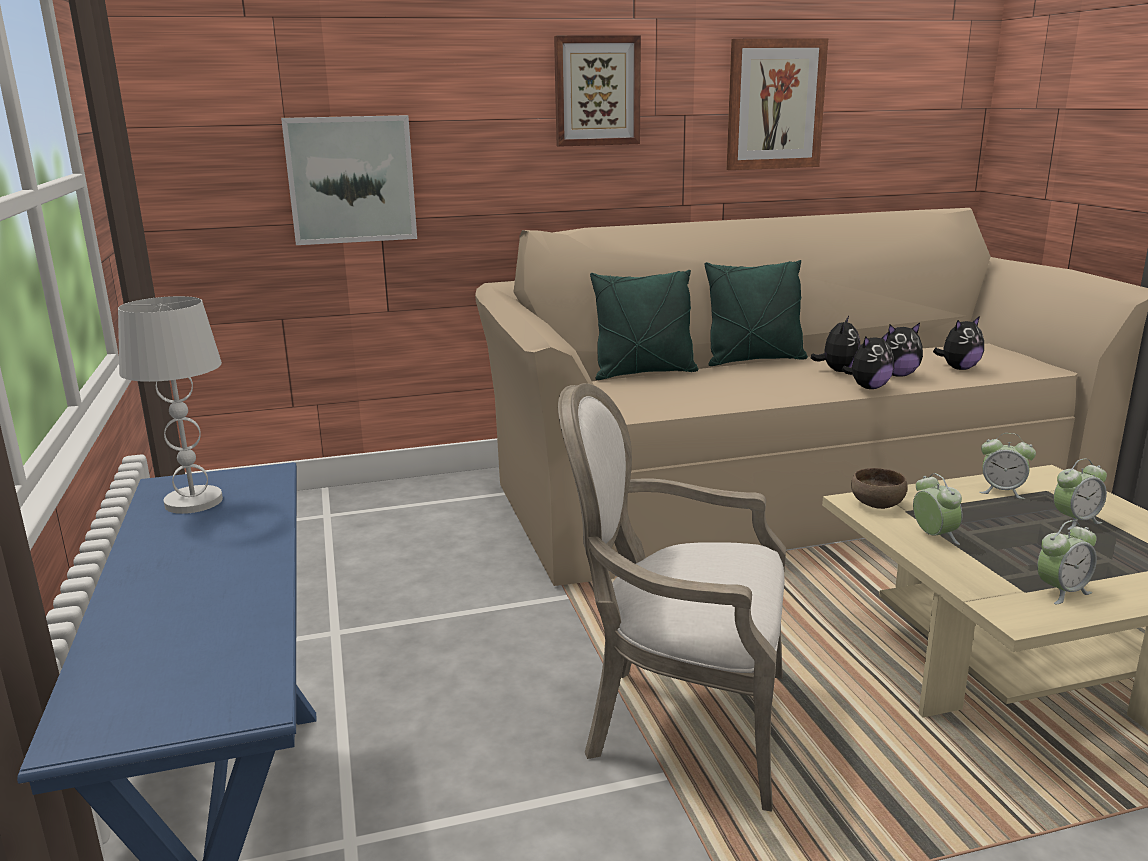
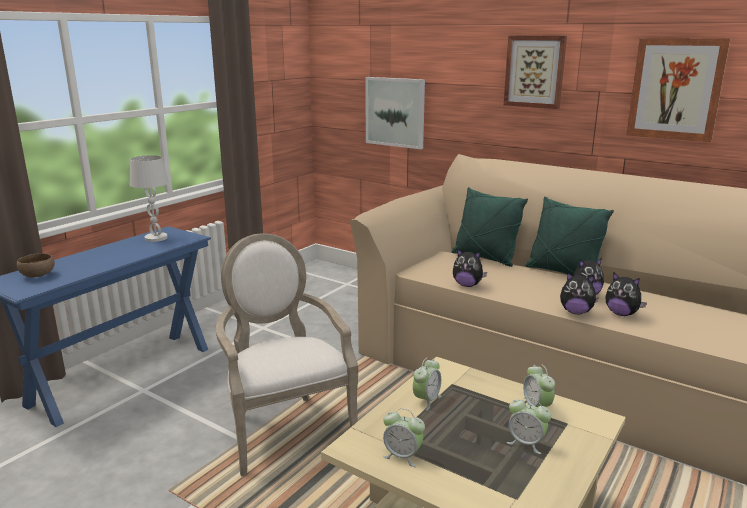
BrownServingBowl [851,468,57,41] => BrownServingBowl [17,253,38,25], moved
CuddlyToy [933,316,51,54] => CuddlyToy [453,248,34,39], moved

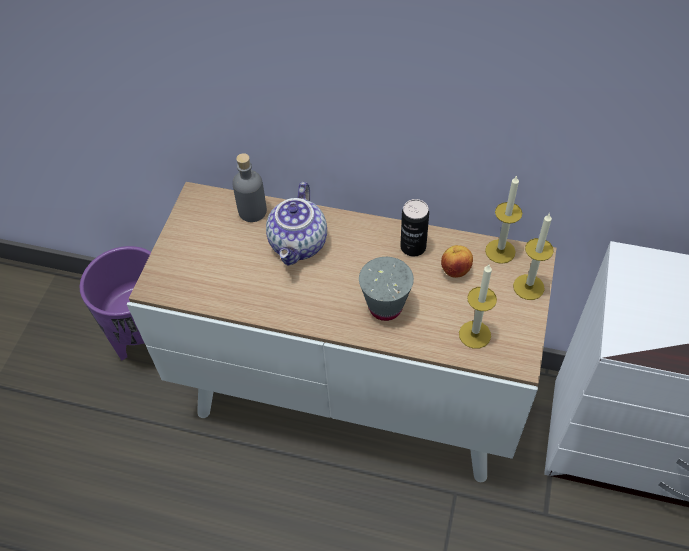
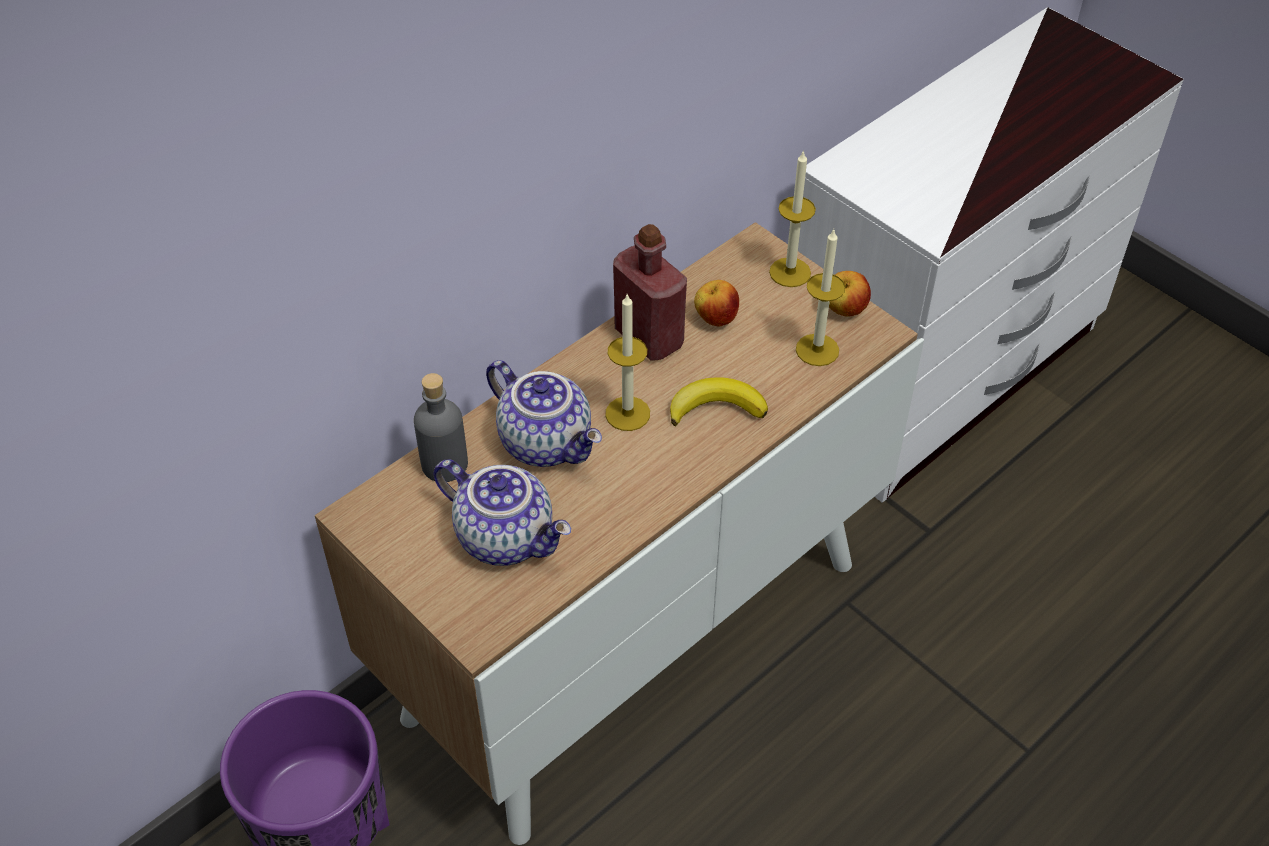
nothing => TeaPot [433,459,138,107]
WaxLight [485,175,37,89] => WaxLight [605,294,45,137], moved
Can [400,199,29,58] => RedColouredDrinkBottle [613,224,74,137]
GreySmallCup [359,257,55,64] => Banana [670,377,98,49]
nothing => WholeApple [829,271,42,46]

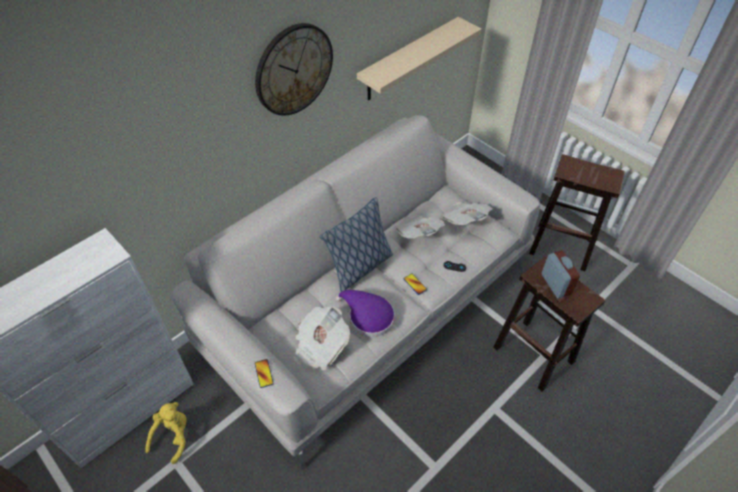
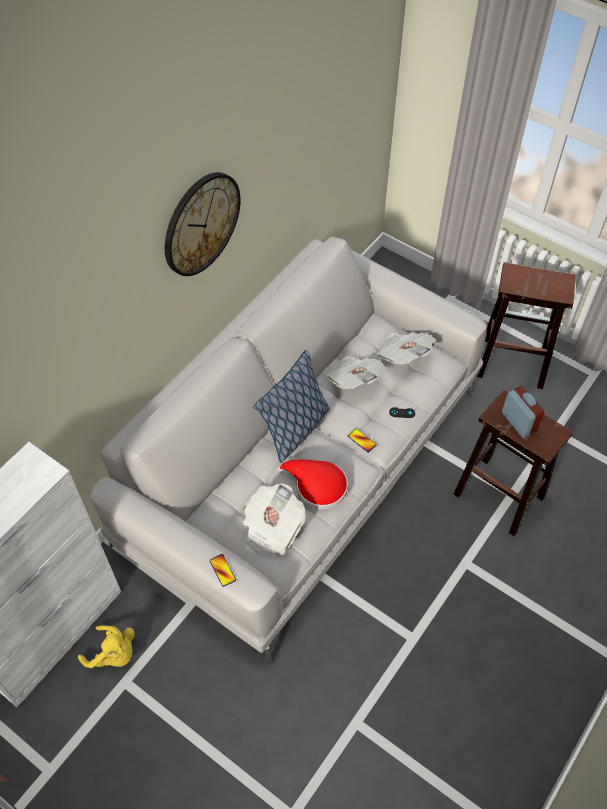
YellowCuddlyToy [145,402,42,62] => YellowCuddlyToy [78,625,57,43], 105 degrees clockwise
PurpleWearableHat [336,290,59,47] => RedColouredWearableHat [276,460,72,50]
BeigeWallShelf [357,17,125,84] => nothing

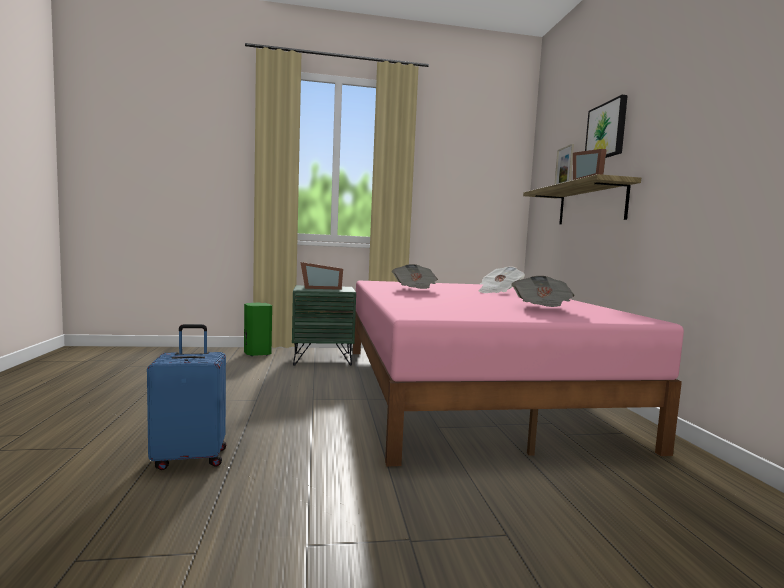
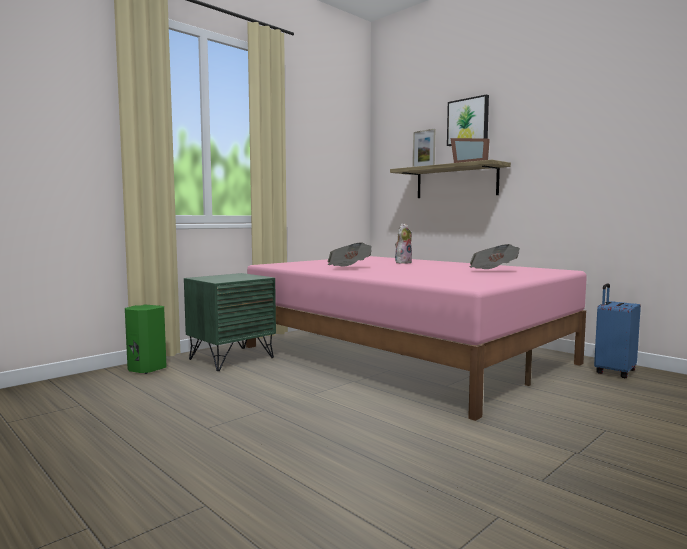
Newspaper [479,266,46,27] => CuddlyToy [395,224,17,40]
BlueSuitcase [147,324,79,146] => BlueSuitcase [594,283,47,95], moved
StandingFrame [301,262,42,28] => nothing

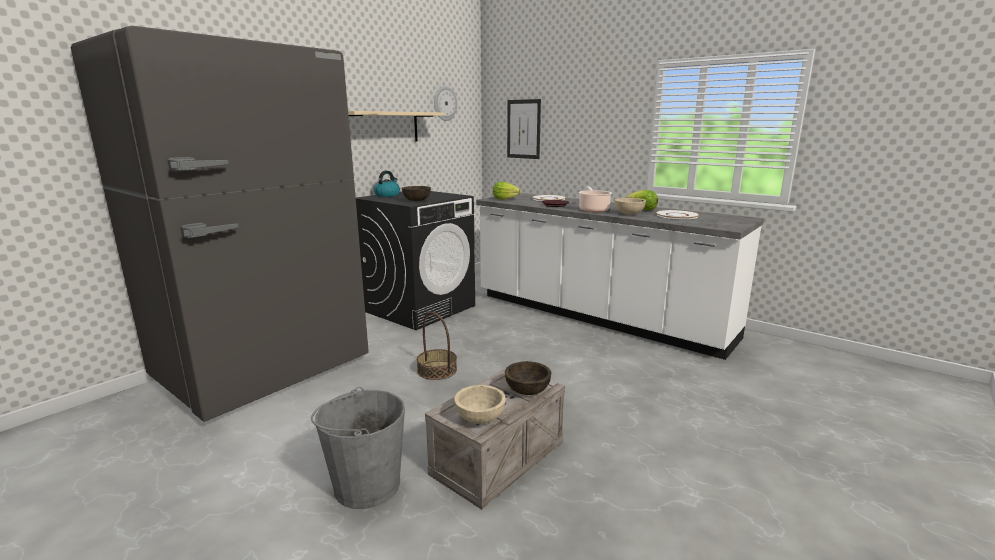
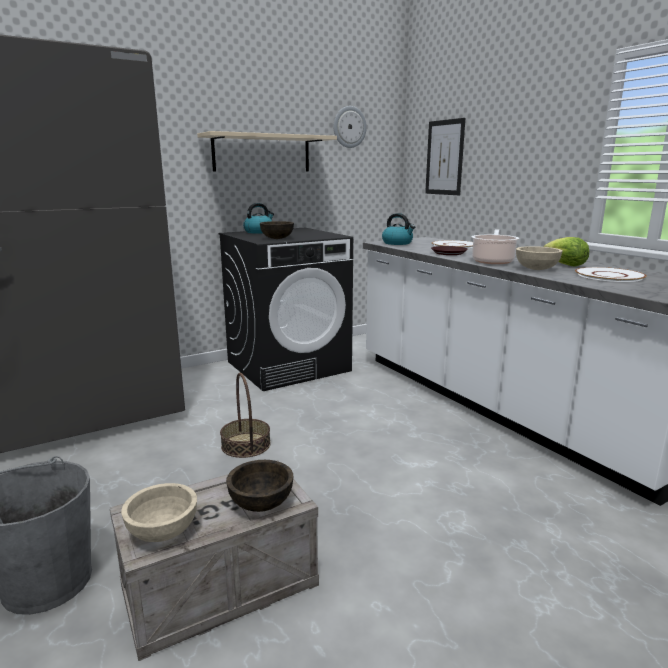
HeadOfLettuce [493,182,28,18] => Kettle [382,213,33,32]

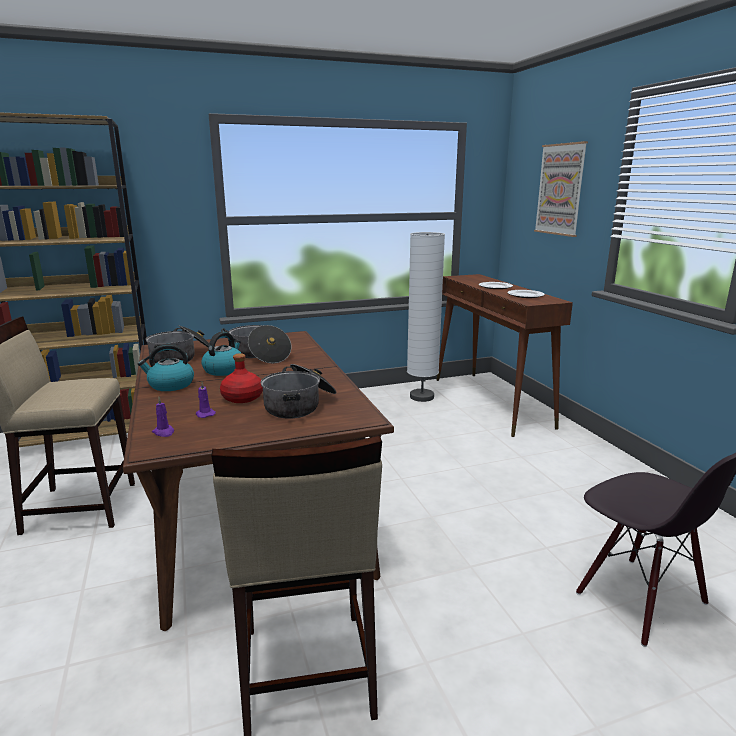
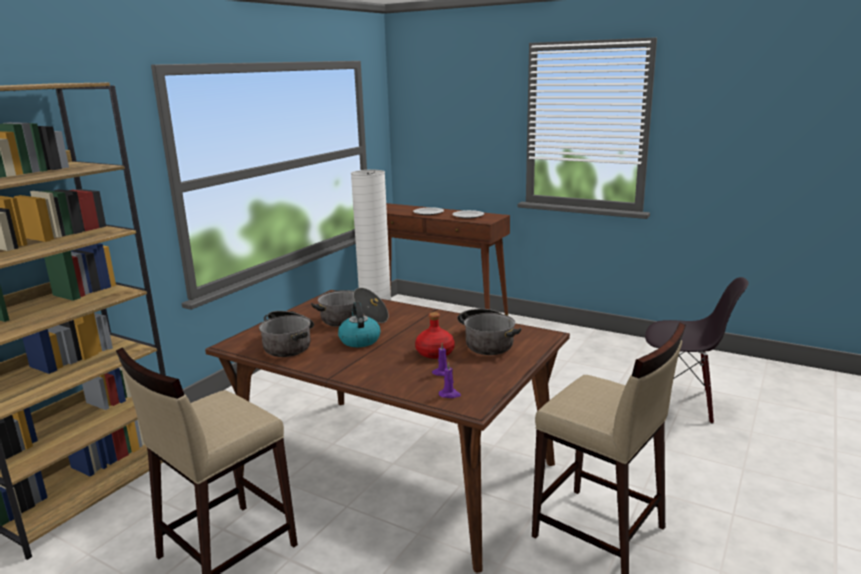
Kettle [138,344,56,47] => nothing
WallArt [534,141,54,96] => nothing

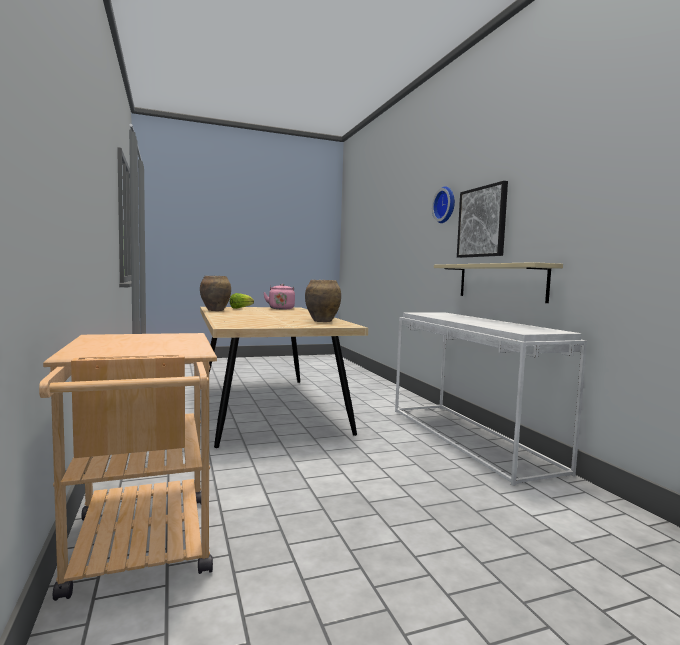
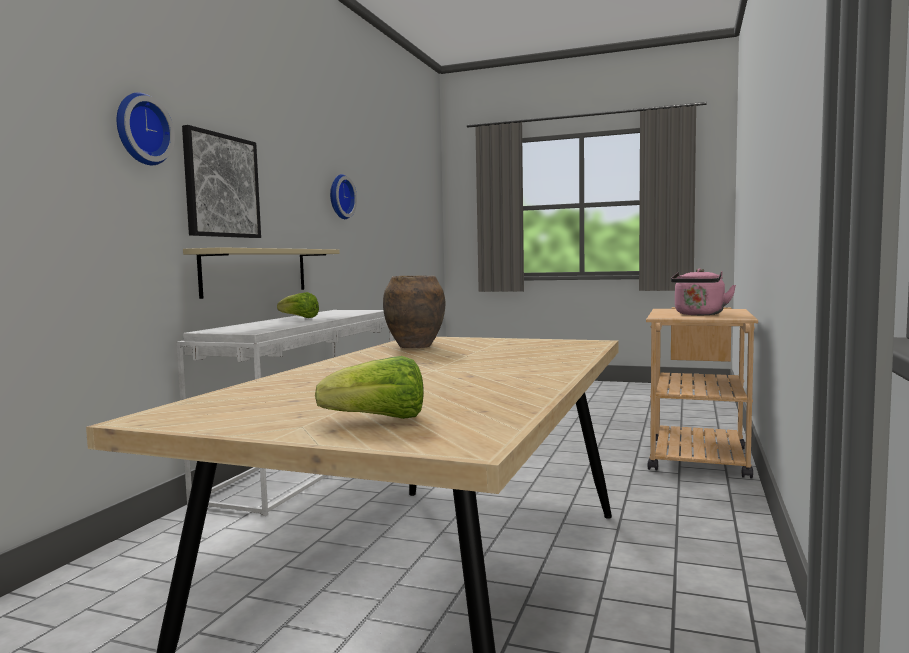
nothing => HeadOfLettuce [277,292,42,26]
nothing => ClockOnTheWall [330,174,27,45]
PinkColouredKettle [263,284,32,25] => PinkColouredKettle [671,268,65,47], moved
BrownDecorativeVase [200,276,31,35] => nothing

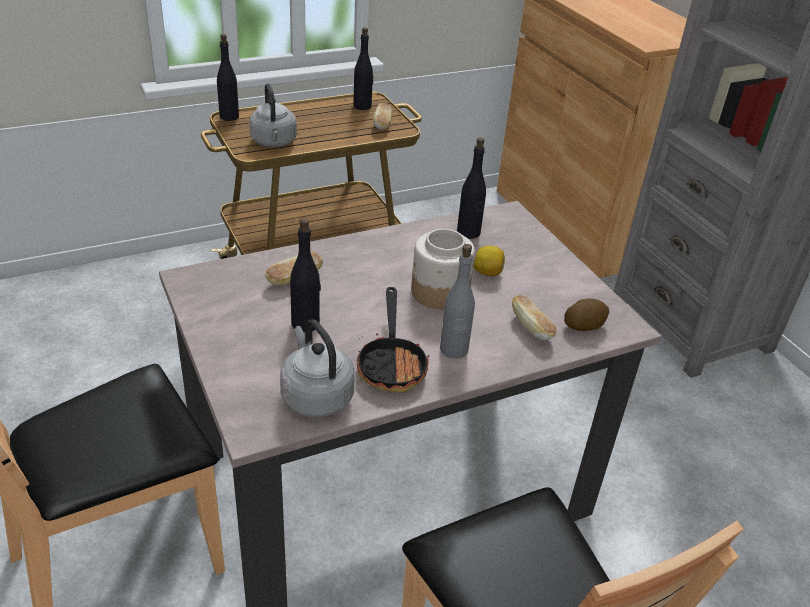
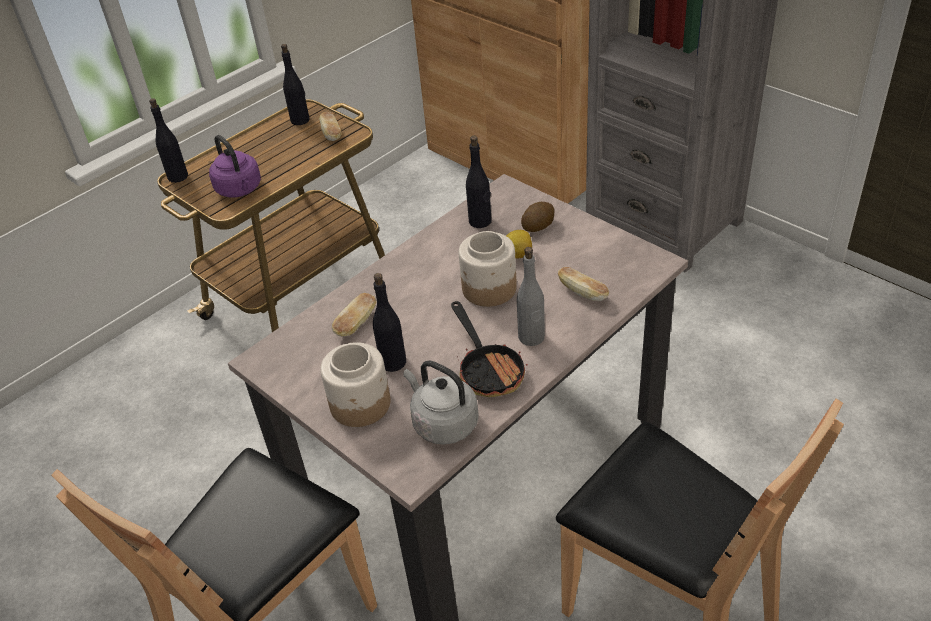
GreyKettle [249,83,48,64] => PurpleKettle [209,135,52,62]
nothing => StorageJar [320,342,71,85]
Spud [564,298,45,33] => Spud [521,202,33,30], moved

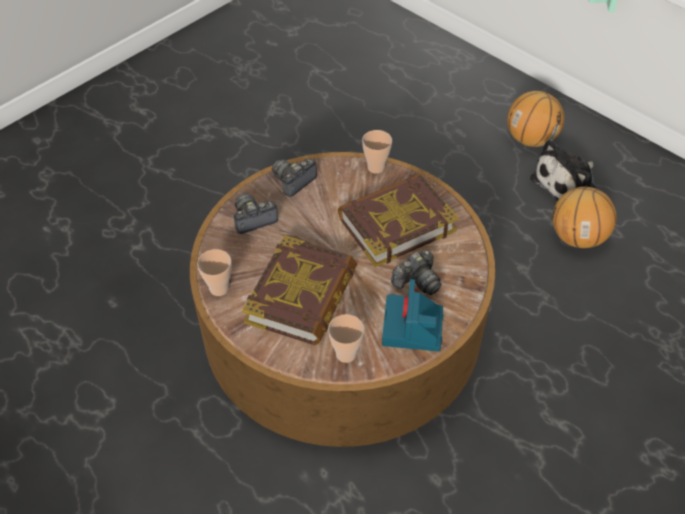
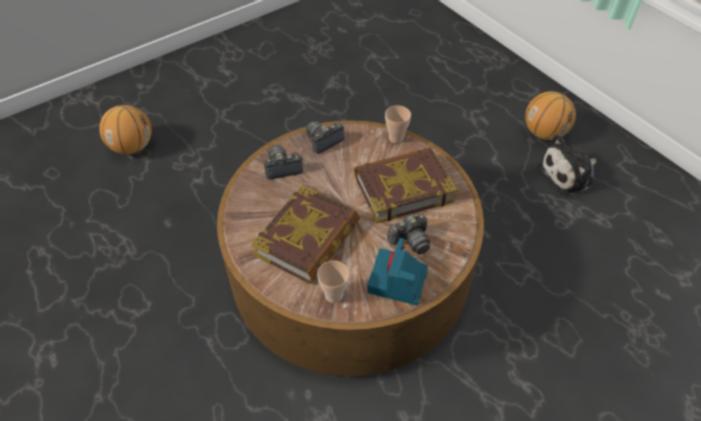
Basketball [552,187,65,61] => Basketball [99,105,53,49], moved
SmallCup [197,249,35,47] => nothing

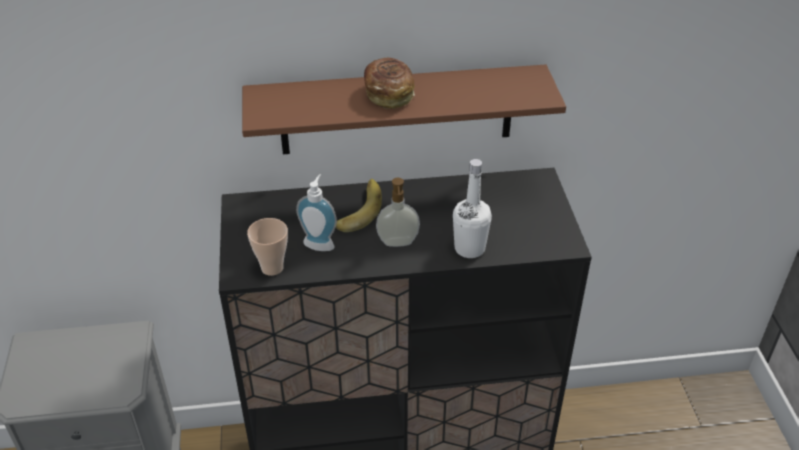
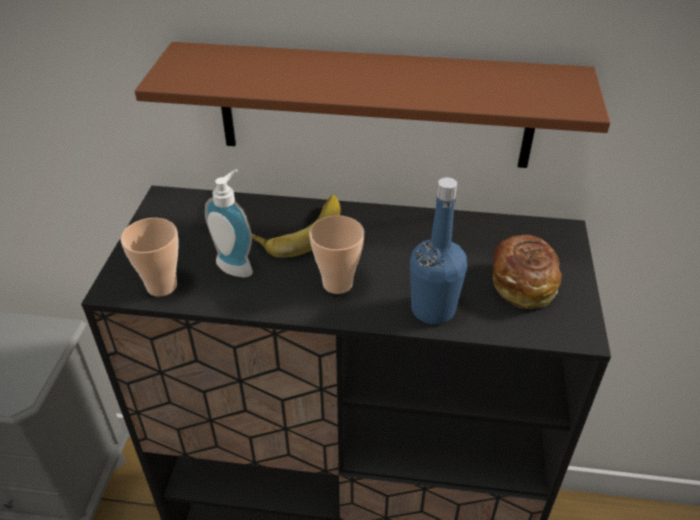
LiquidSoapBottle [376,178,44,69] => SmallCup [309,215,56,79]
WhiteColouredDrinkBottle [453,159,39,99] => BlueDrinkBottle [410,177,57,147]
BakeryBread [364,58,51,51] => BakeryBread [492,235,70,74], moved

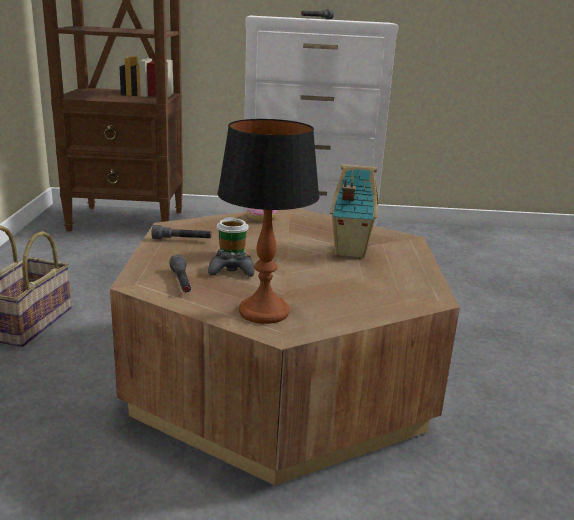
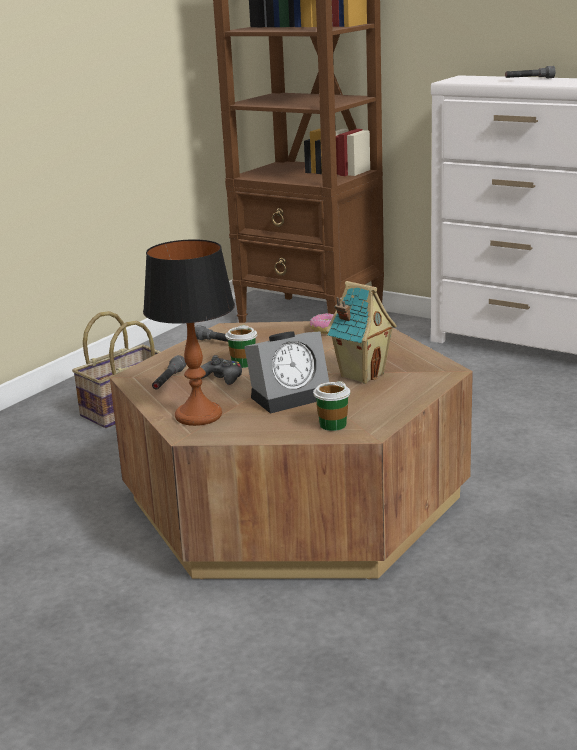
nothing => BedsideClock [244,331,85,83]
nothing => SmallCup [313,381,37,50]

